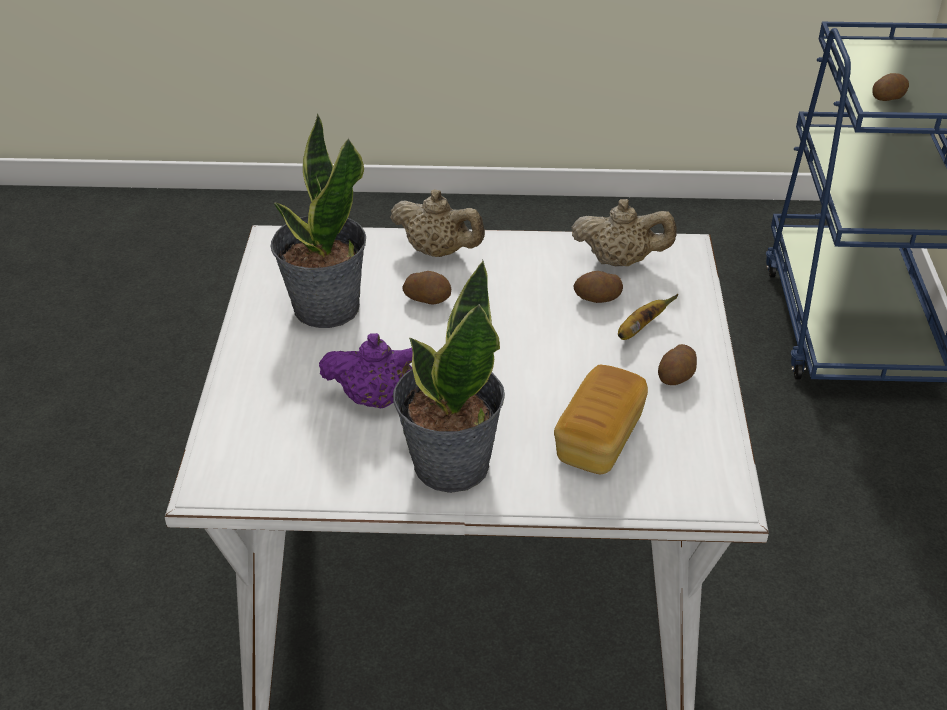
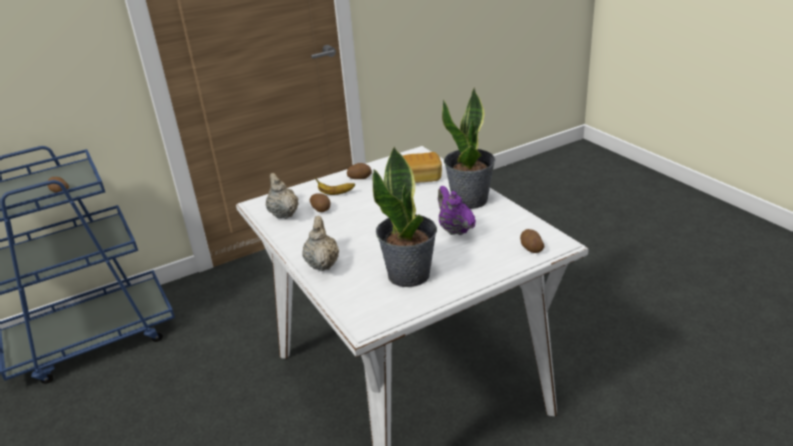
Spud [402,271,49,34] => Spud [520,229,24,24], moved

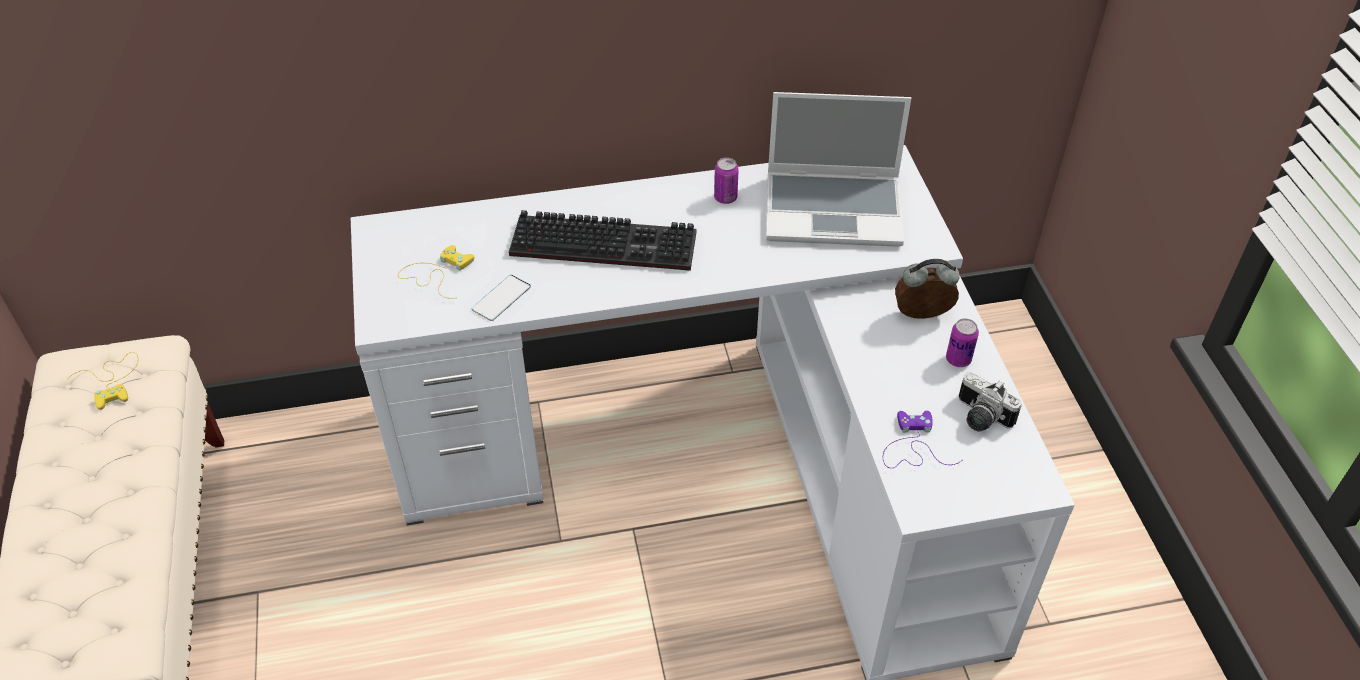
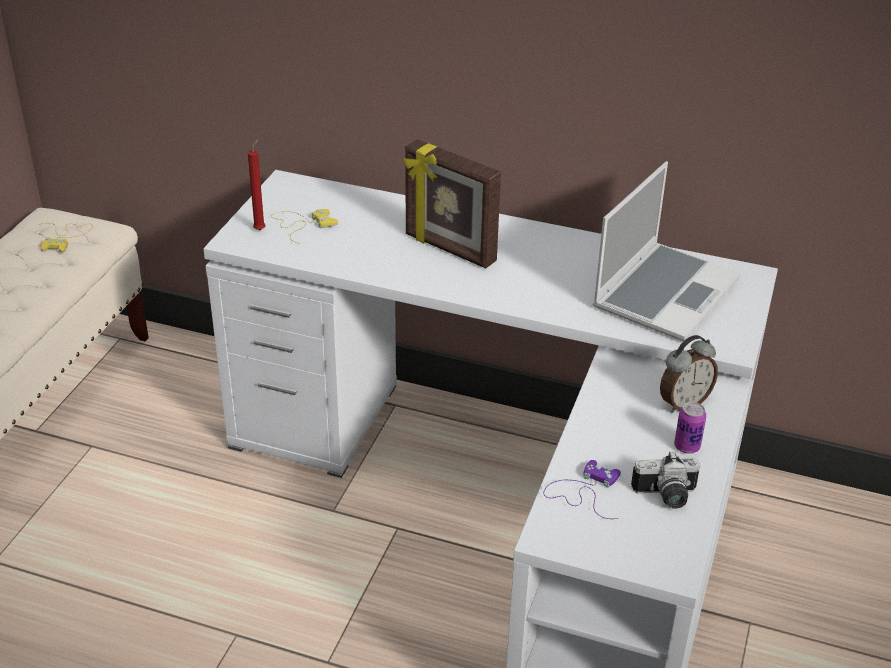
nothing => RedColouredWaxLight [248,139,17,91]
PcKeyboard [509,210,187,61] => StandingFrame [404,139,97,129]
Laptop [766,92,145,155] => Laptop [593,161,148,180], 90 degrees counterclockwise
PhotoCamera [959,372,63,60] => PhotoCamera [631,451,69,58], 75 degrees counterclockwise
BedsideClock [895,259,65,60] => BedsideClock [660,335,58,78], 120 degrees clockwise
Handset [472,275,59,46] => nothing
Can [714,157,25,47] => nothing

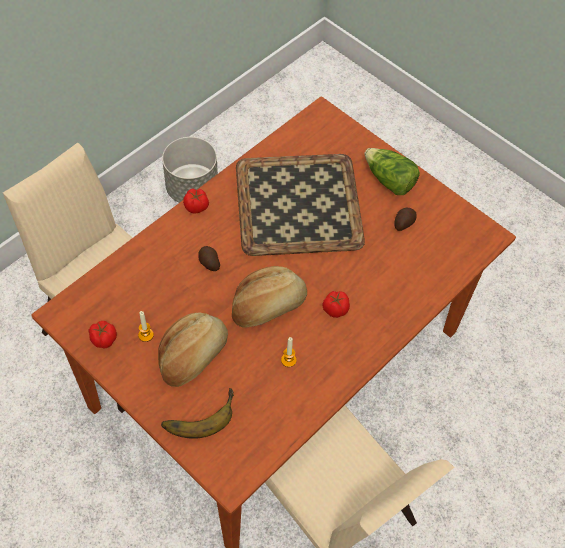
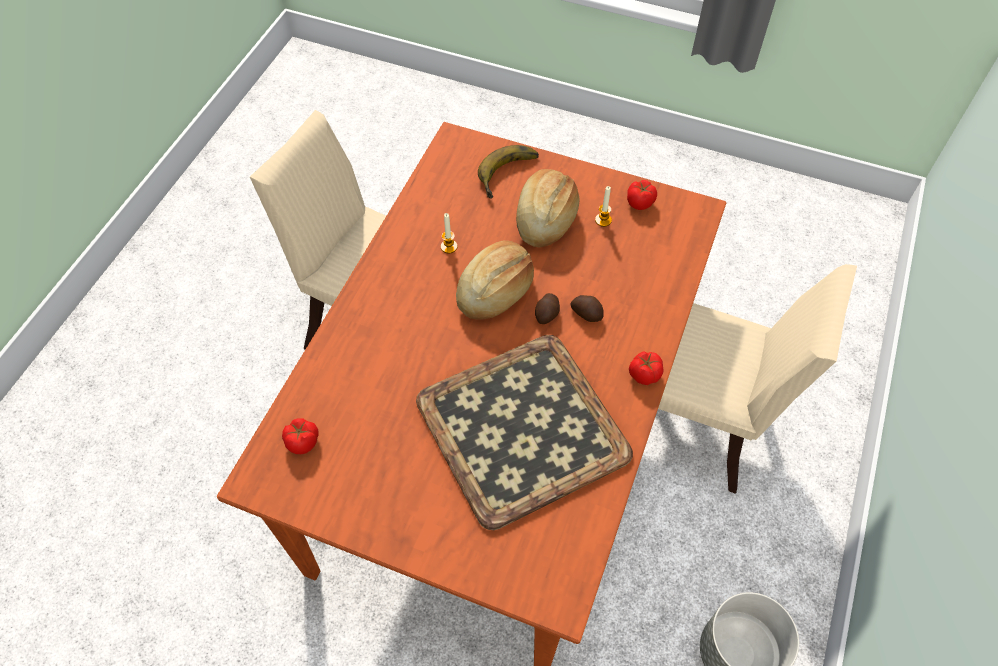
FreshTomato [322,291,28,27] => FreshTomato [282,418,37,36], moved
Spud [394,207,23,24] => Spud [535,293,25,31], moved
HeadOfLettuce [364,148,56,47] => nothing

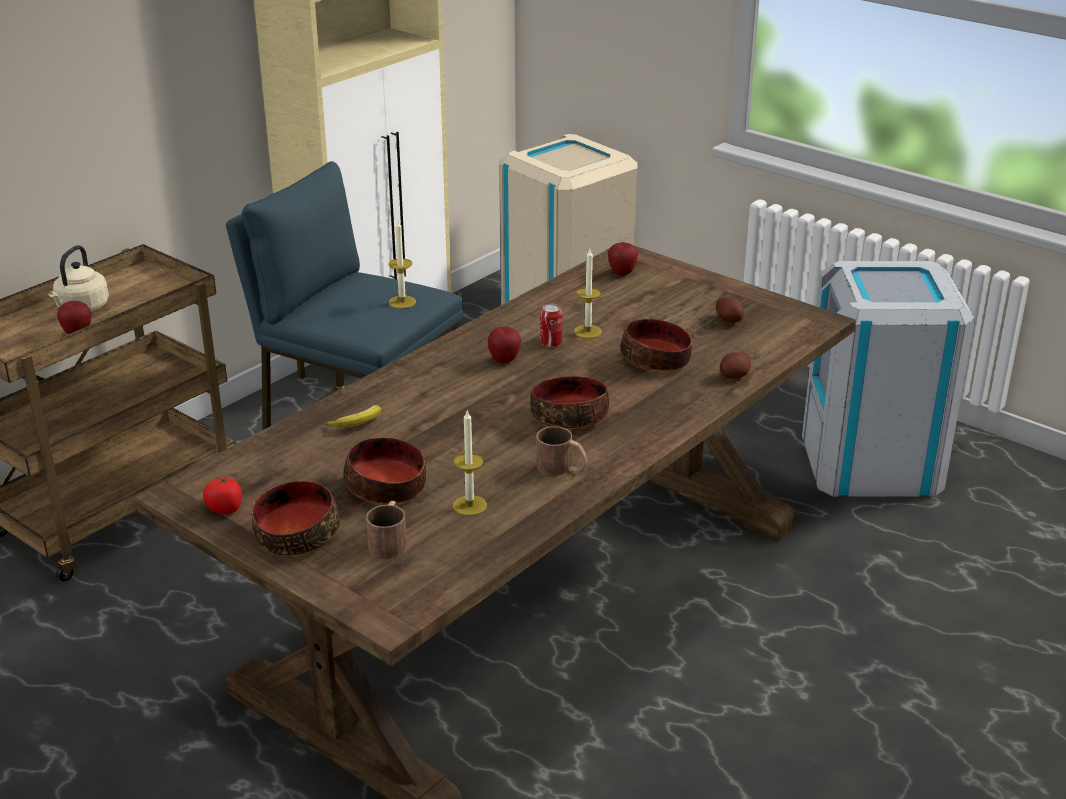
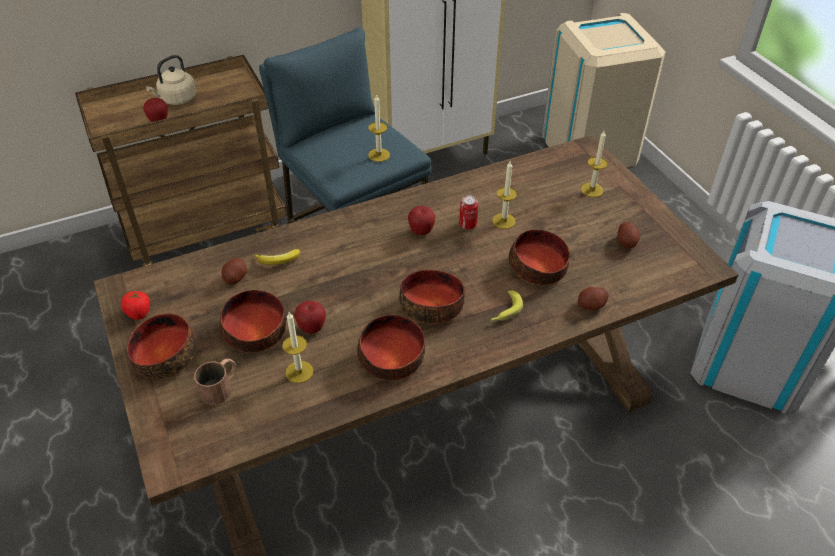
nothing => Spud [222,258,25,27]
WholeApple [608,242,30,34] => WholeApple [294,301,32,33], moved
BrownCoffeeMug [536,426,51,50] => ServingBowl [357,315,68,66]
nothing => Banana [491,290,32,32]
nothing => WaxLight [581,131,27,66]

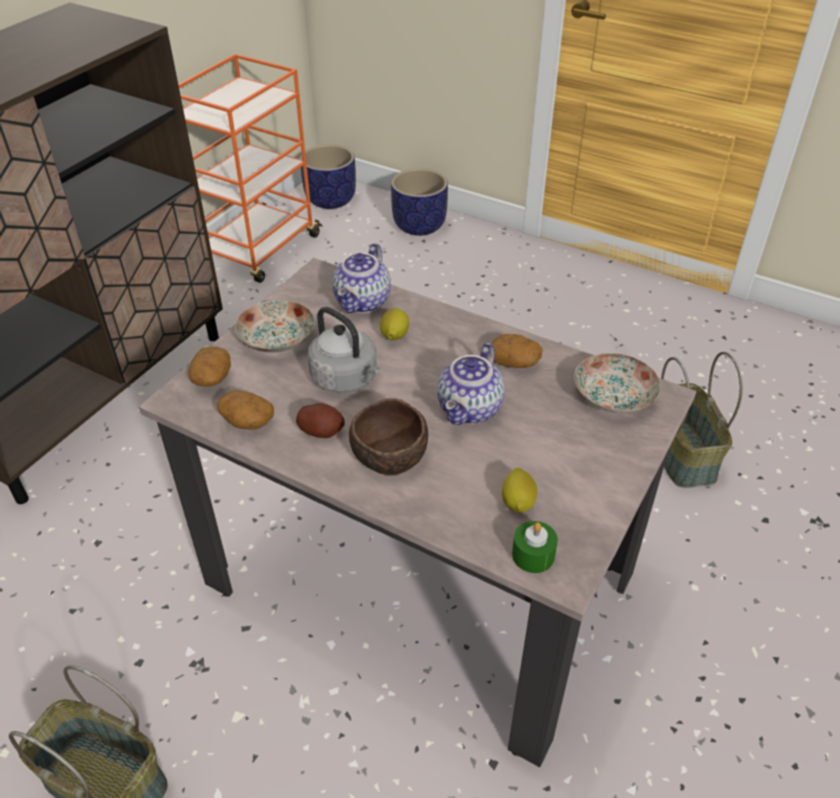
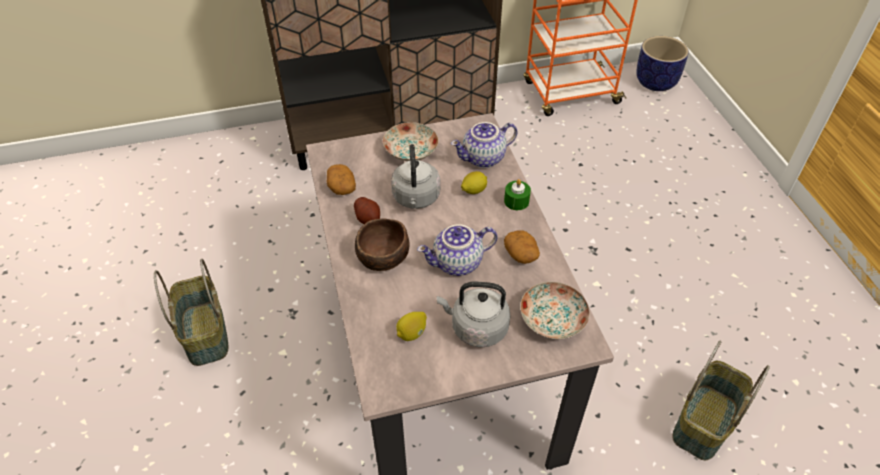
nothing => GreyKettle [437,281,73,66]
GreenishWaxLight [512,521,46,52] => GreenishWaxLight [504,179,27,31], moved
Spud [188,346,43,40] => nothing
FlowerPot [391,168,57,68] => nothing

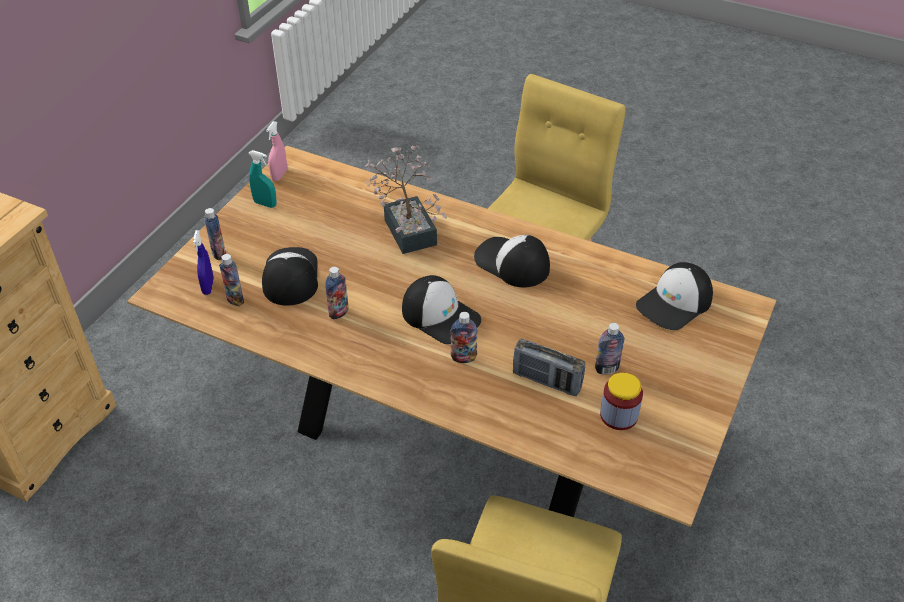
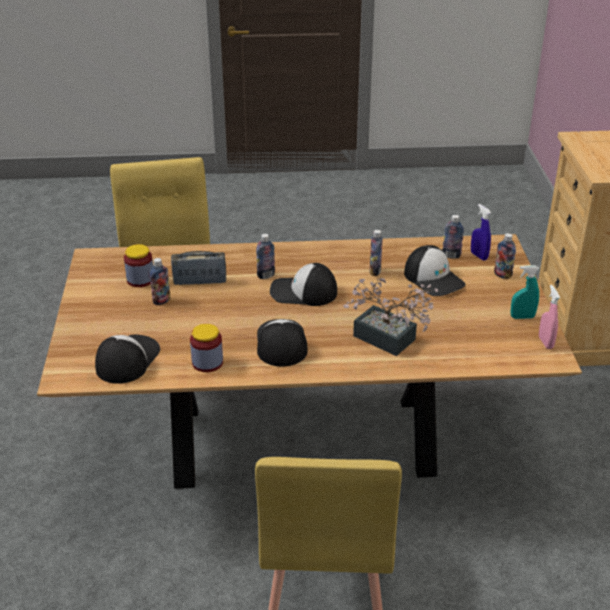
nothing => StorageJar [190,324,33,48]
PeakedCap [474,235,76,52] => PeakedCap [257,319,51,48], 105 degrees counterclockwise

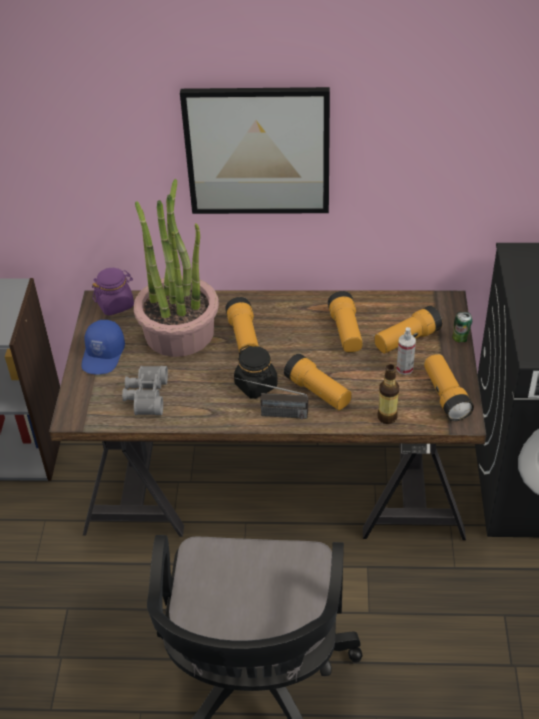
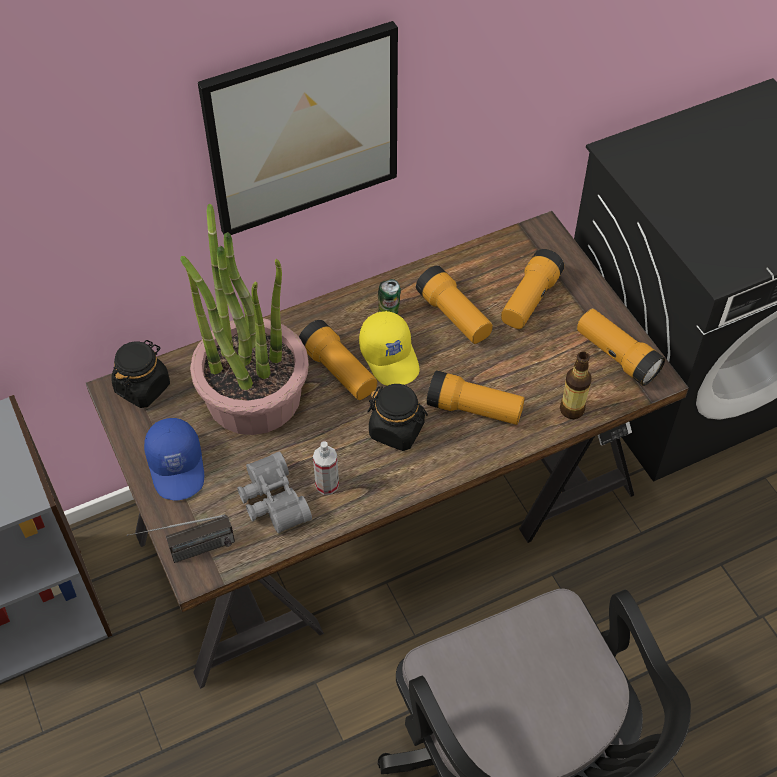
PurpleStorageJar [92,268,42,48] => BlackColouredStorageJar [111,340,59,68]
RadioSet [235,378,73,41] => RadioSet [127,514,108,49], moved
HandSprayer [397,327,19,48] => HandSprayer [313,442,26,53], moved
nothing => YellowPeakedCap [359,311,61,75]
Can [452,312,20,30] => Can [378,279,23,35], moved

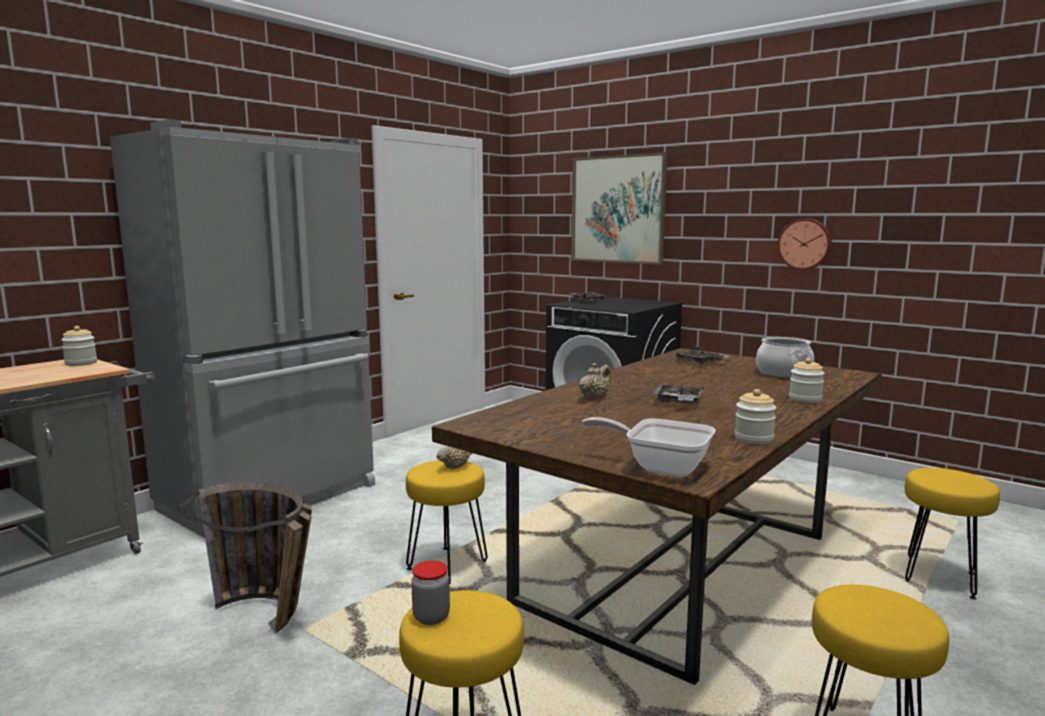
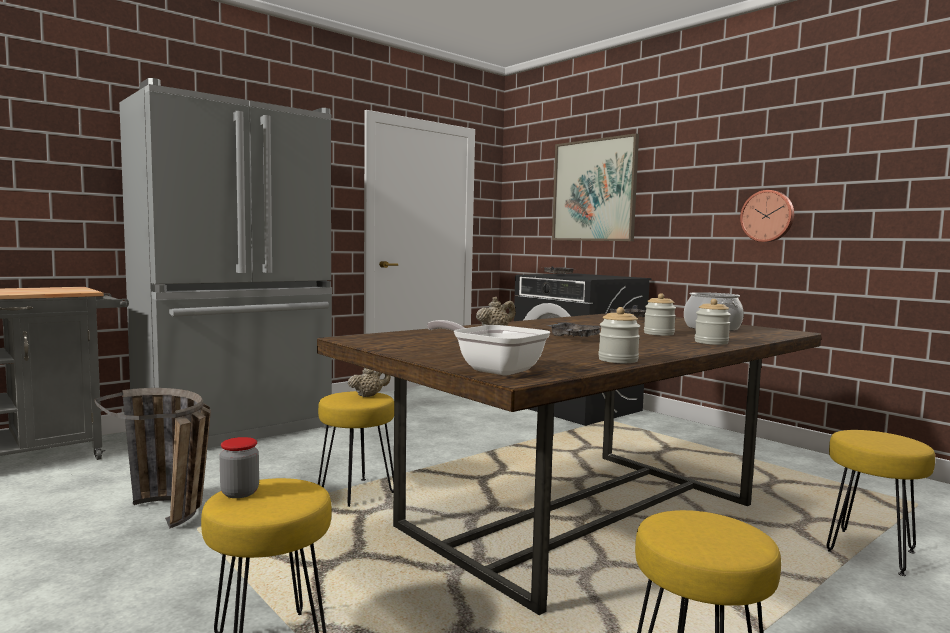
StorageJar [61,326,36,40] => StorageJar [644,293,32,43], moved

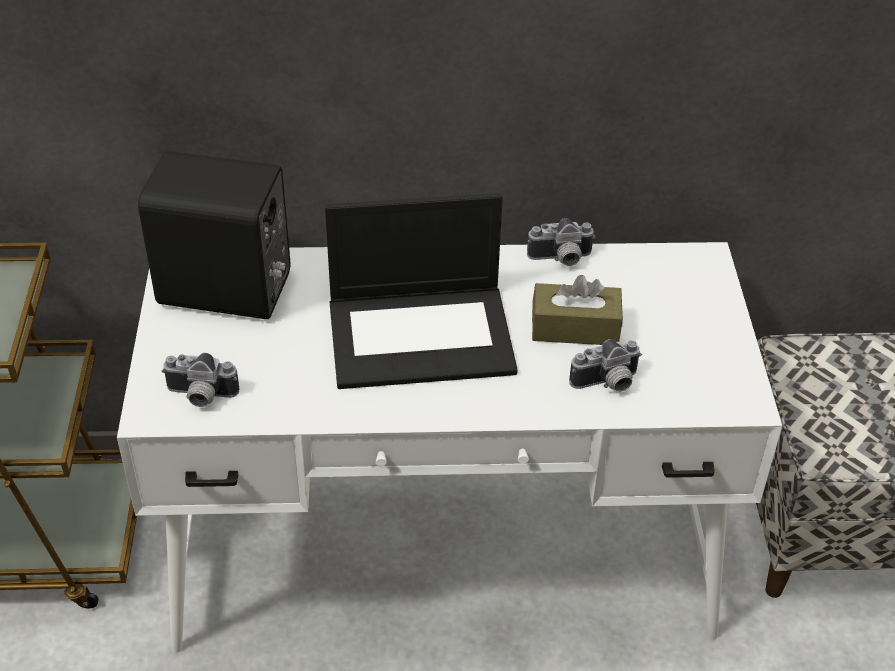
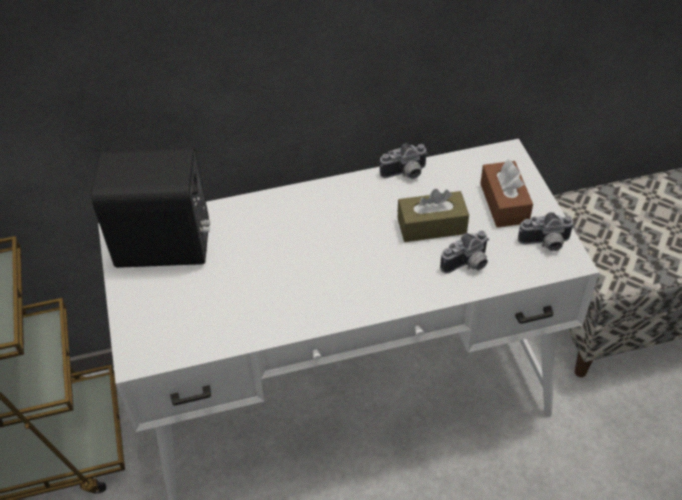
nothing => BrownTissueHolder [480,159,53,69]
PhotoCamera [162,353,77,54] => PhotoCamera [518,212,57,39], moved
Laptop [325,193,193,196] => nothing

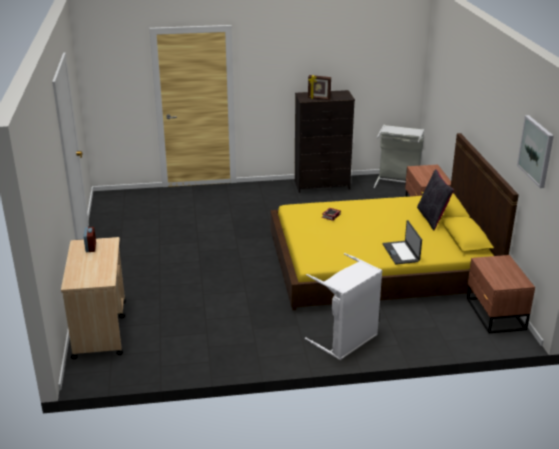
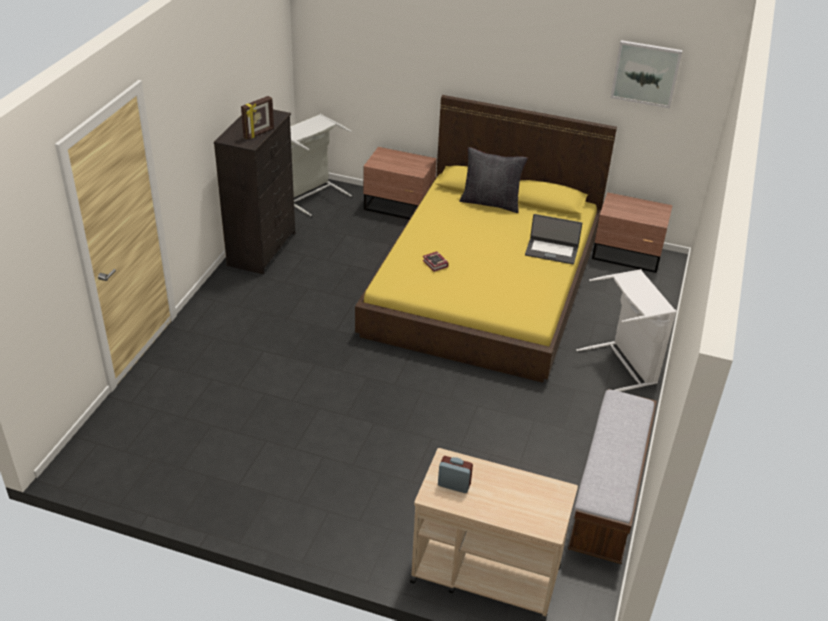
nothing => IndoorBench [568,389,89,175]

